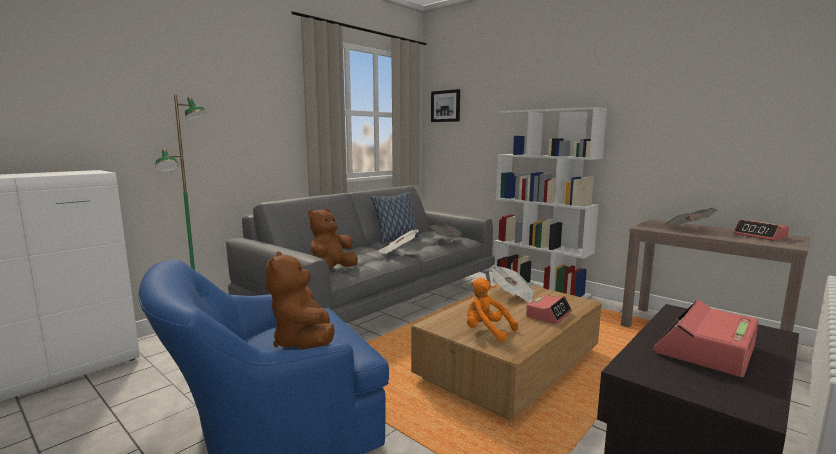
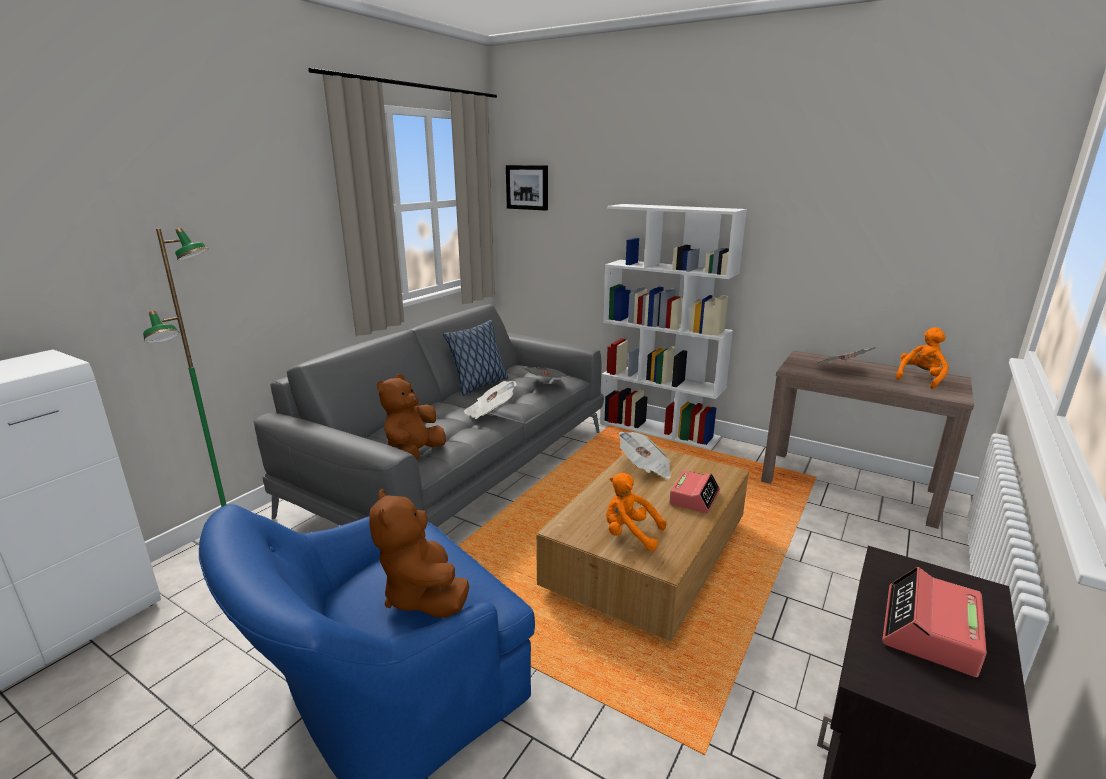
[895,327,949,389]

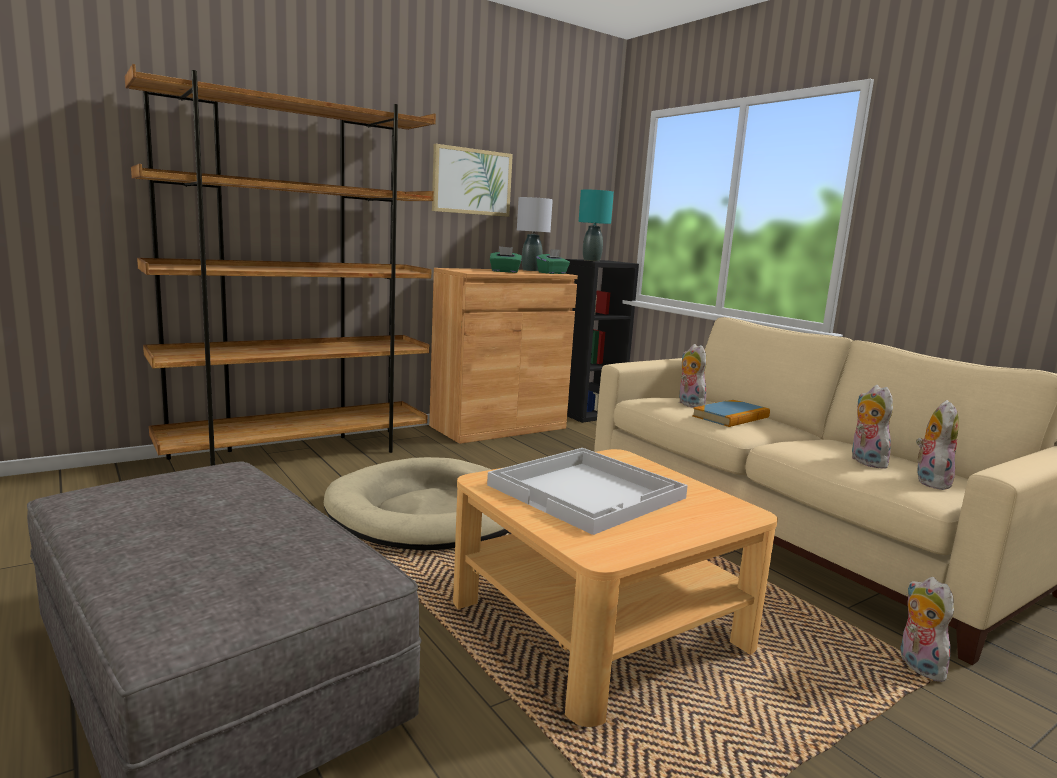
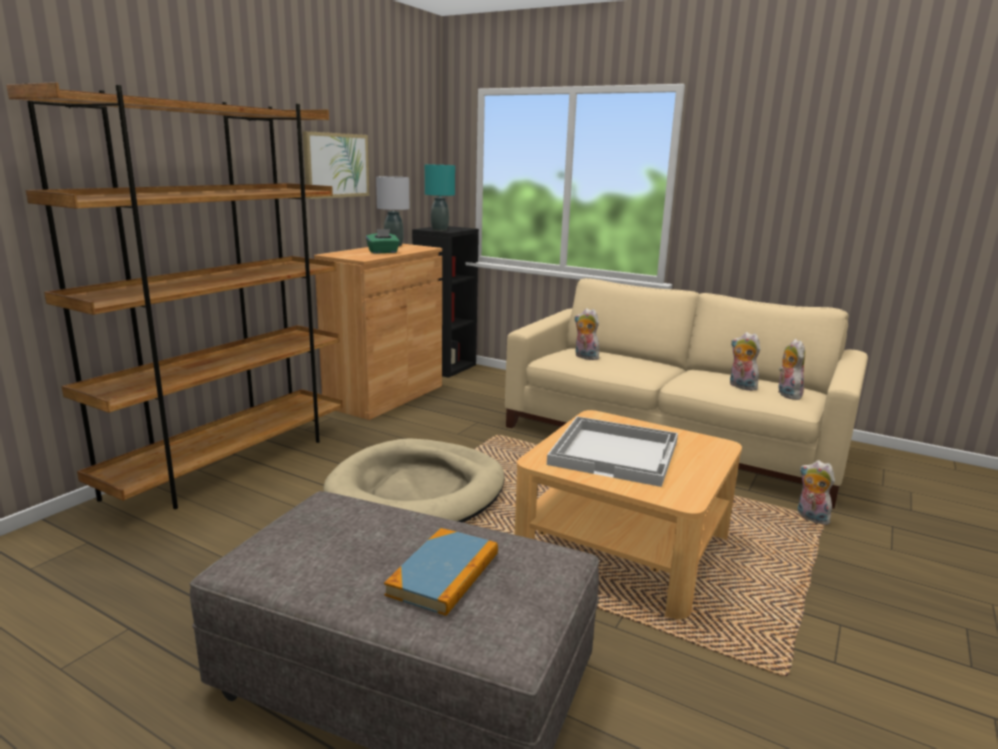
[536,249,570,274] (first image)
[384,528,498,616]

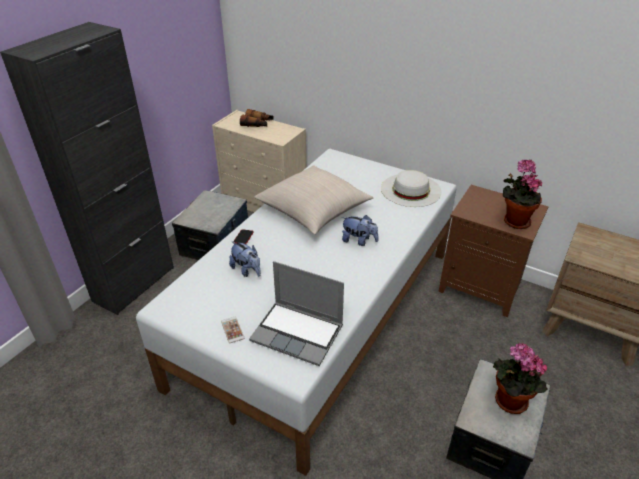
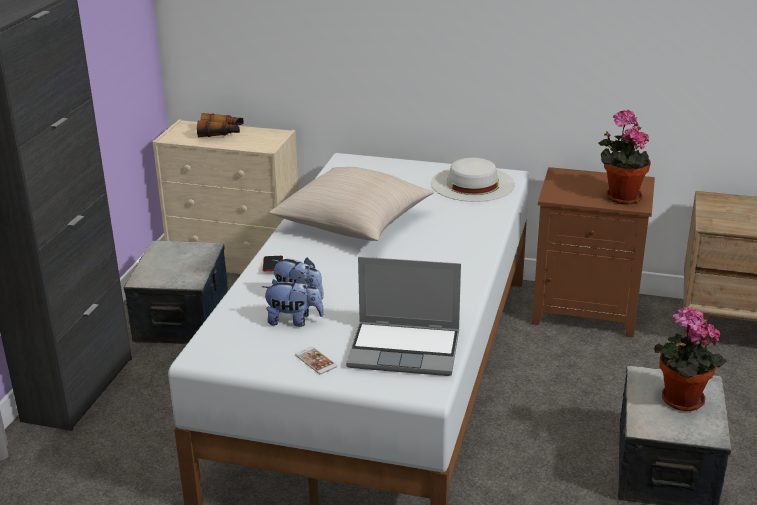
[262,277,324,327]

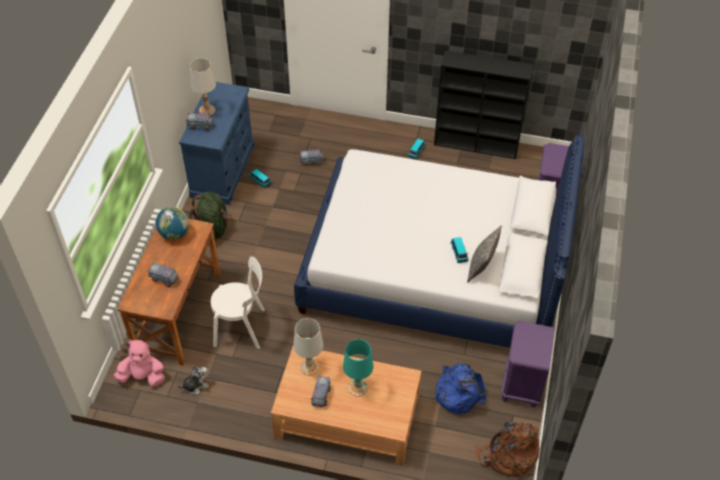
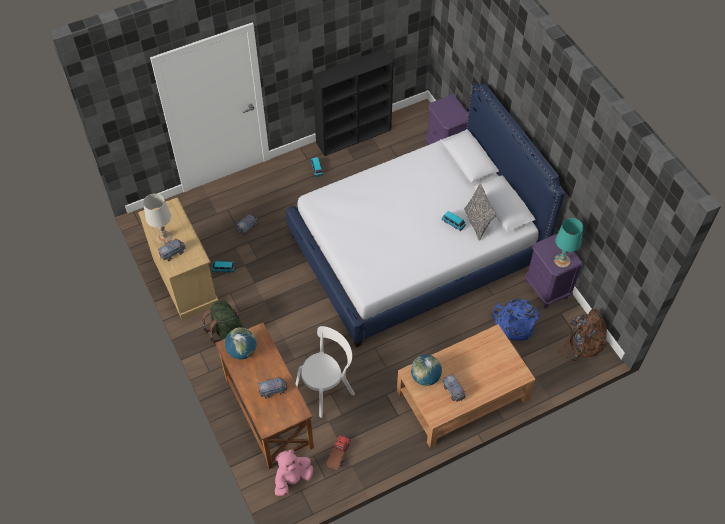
[138,198,219,320]
[411,355,442,386]
[554,218,583,268]
[325,435,350,470]

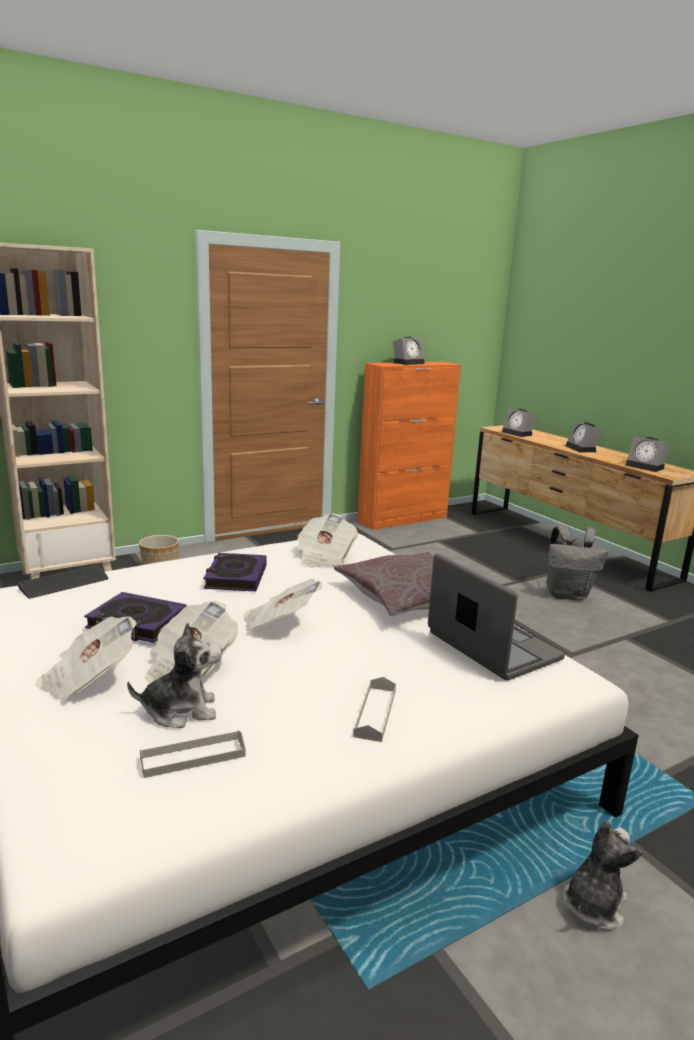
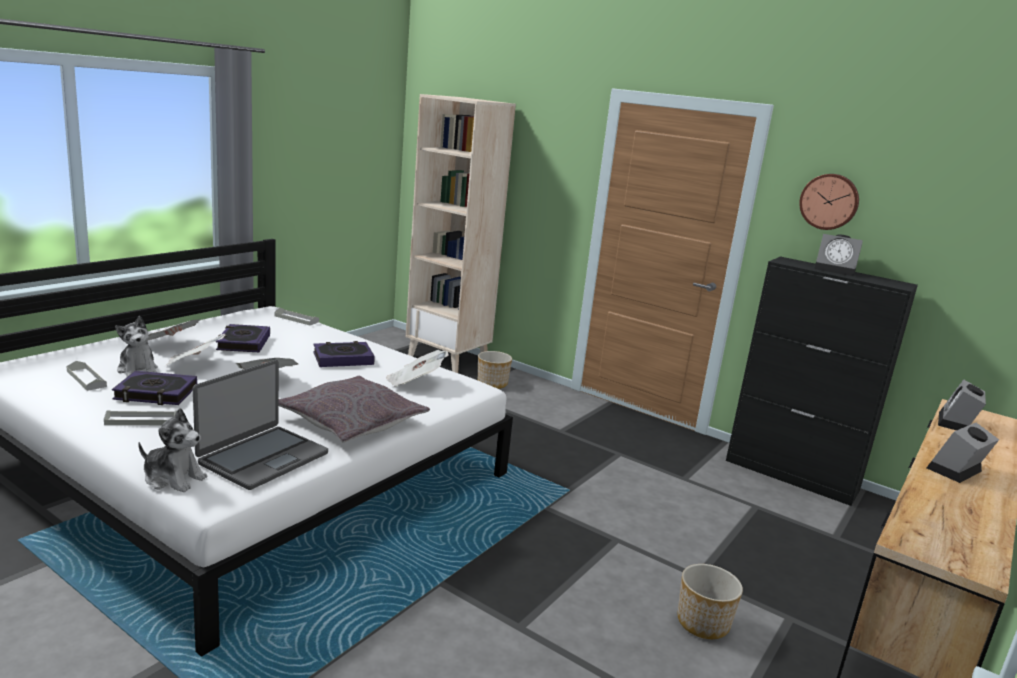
[726,256,918,506]
[625,436,670,472] (first image)
[678,564,743,639]
[274,307,319,325]
[138,408,207,492]
[799,174,859,230]
[112,371,197,405]

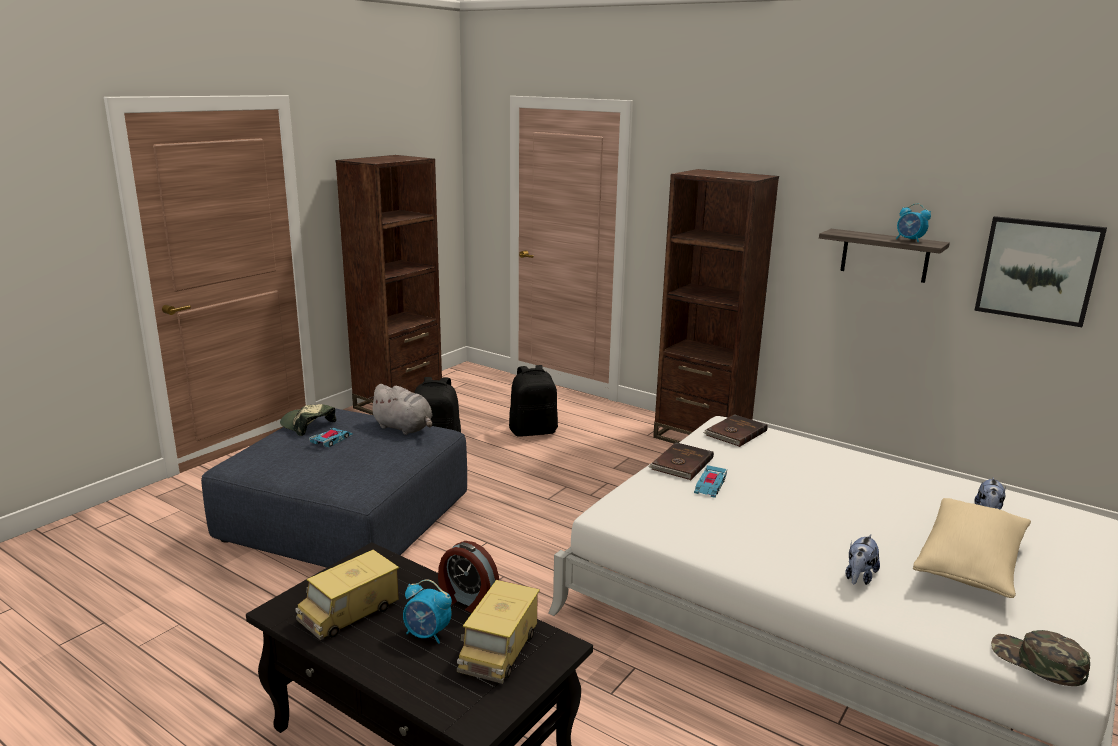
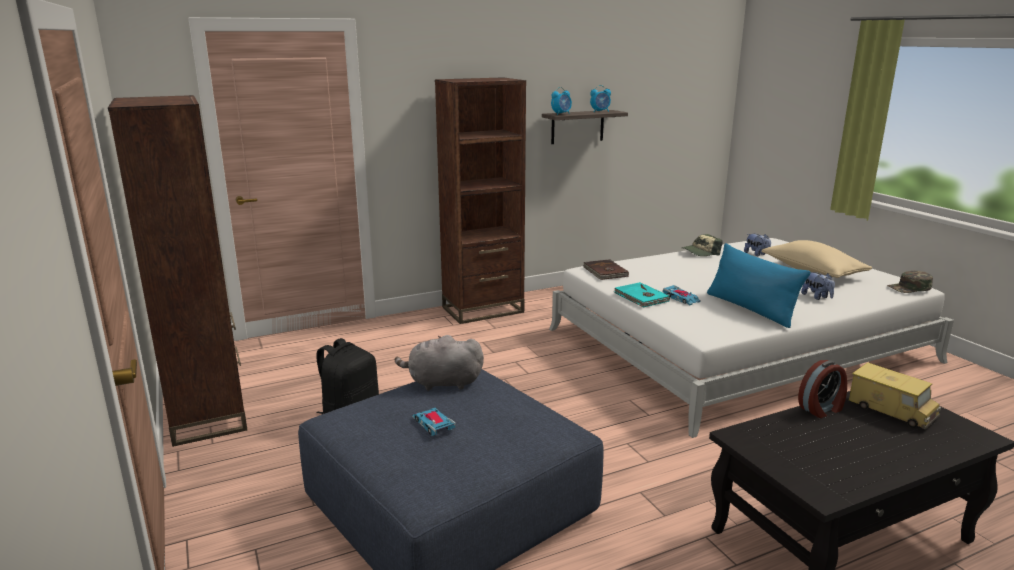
[974,216,1107,327] (first image)
[509,365,558,437] (first image)
[395,335,484,391]
[682,234,722,256]
[614,282,670,307]
[295,550,399,640] (first image)
[551,87,572,115]
[707,243,811,328]

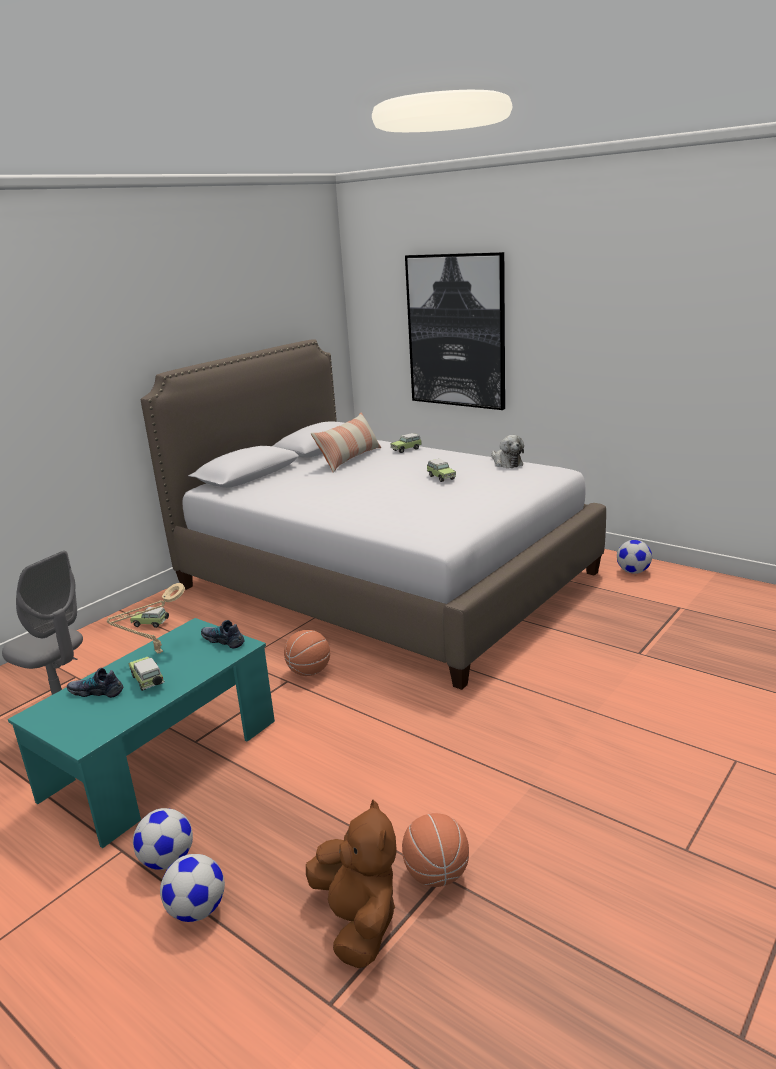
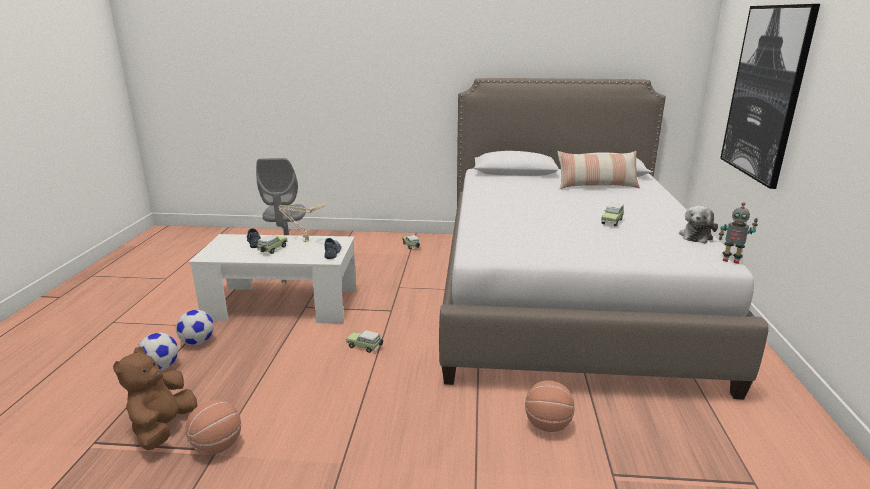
[346,330,383,353]
[617,540,652,574] (first image)
[189,234,356,324]
[525,381,575,432]
[113,346,197,450]
[719,202,758,264]

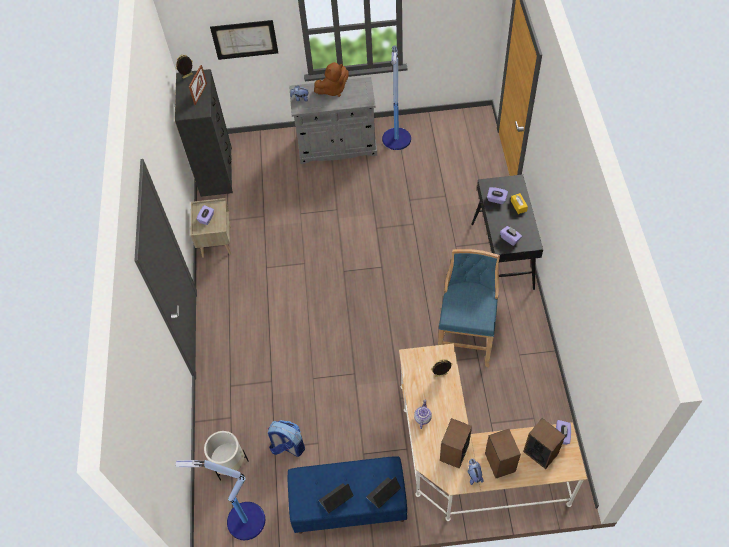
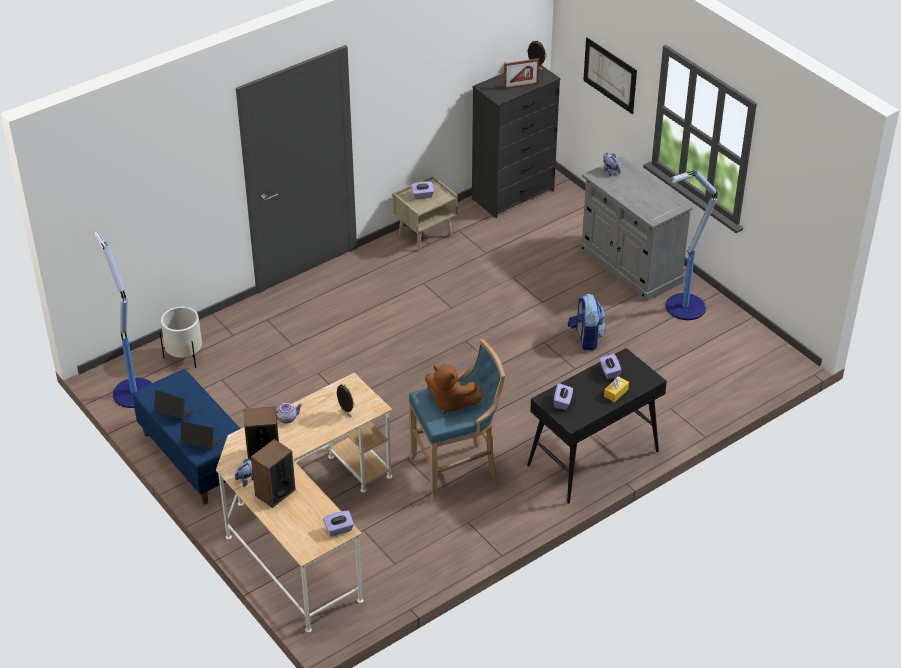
[425,364,483,414]
[523,418,565,469] (first image)
[568,294,606,351]

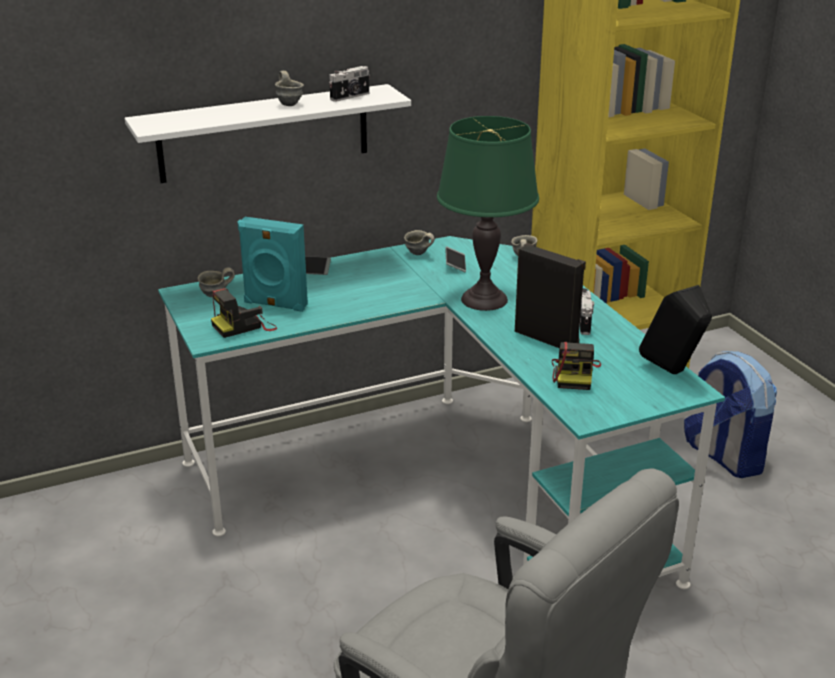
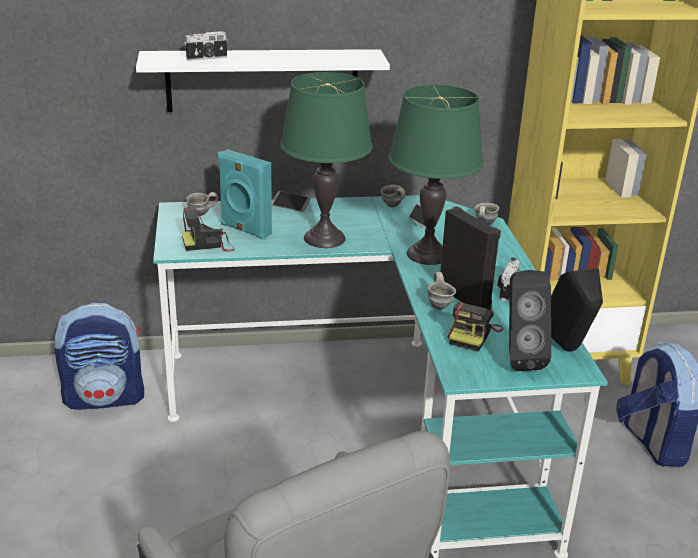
[184,31,228,61]
[428,272,456,310]
[280,72,373,248]
[509,270,551,371]
[55,302,144,410]

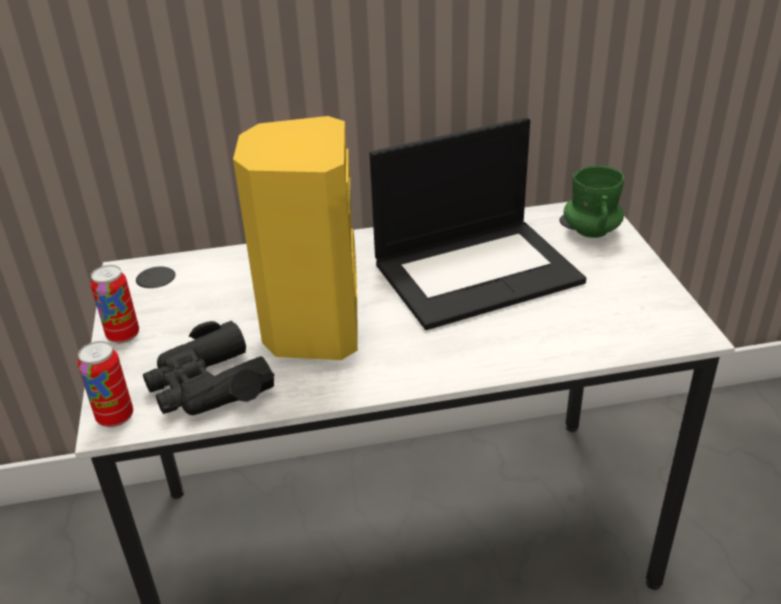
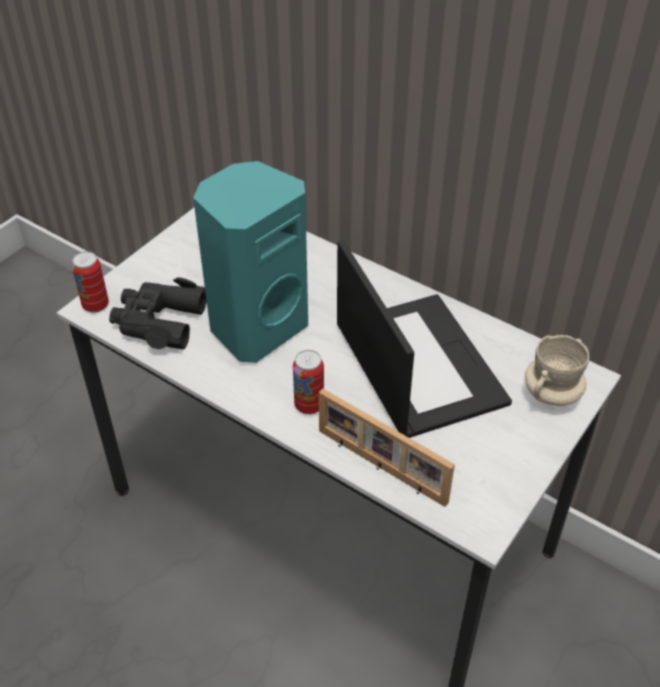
[193,161,308,363]
[337,240,512,438]
[525,335,589,406]
[293,350,324,414]
[319,388,455,507]

